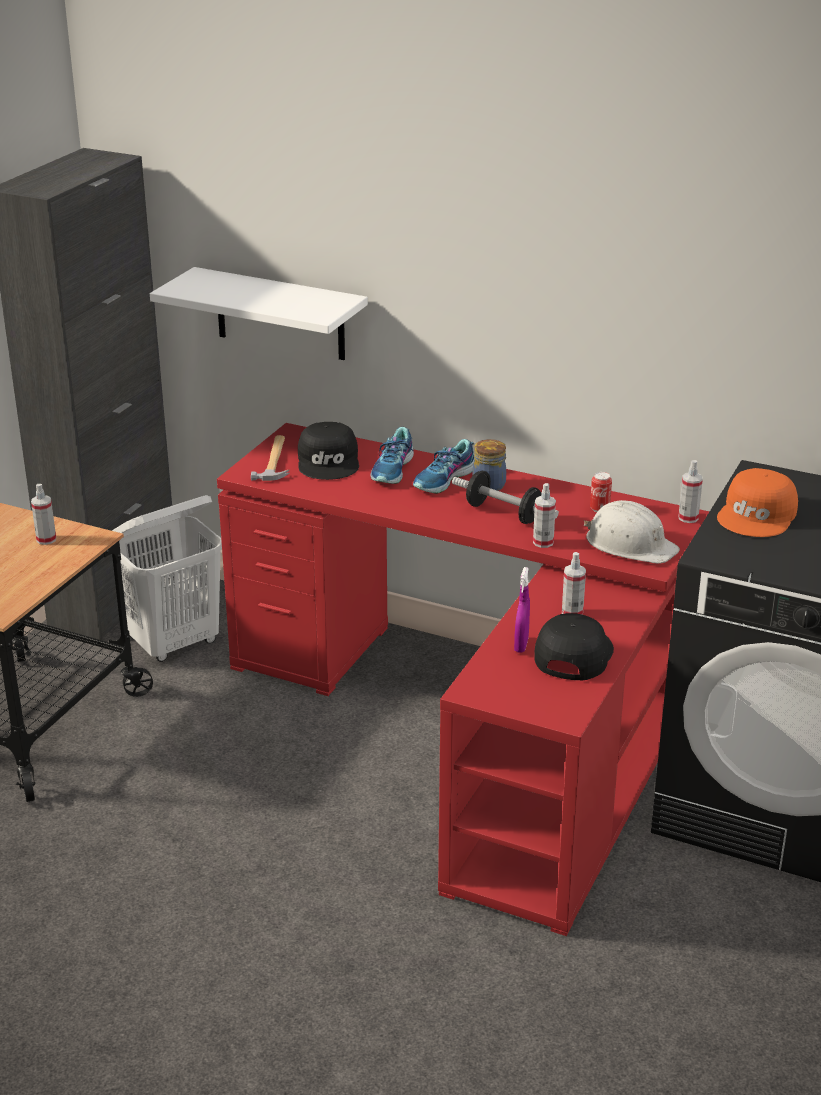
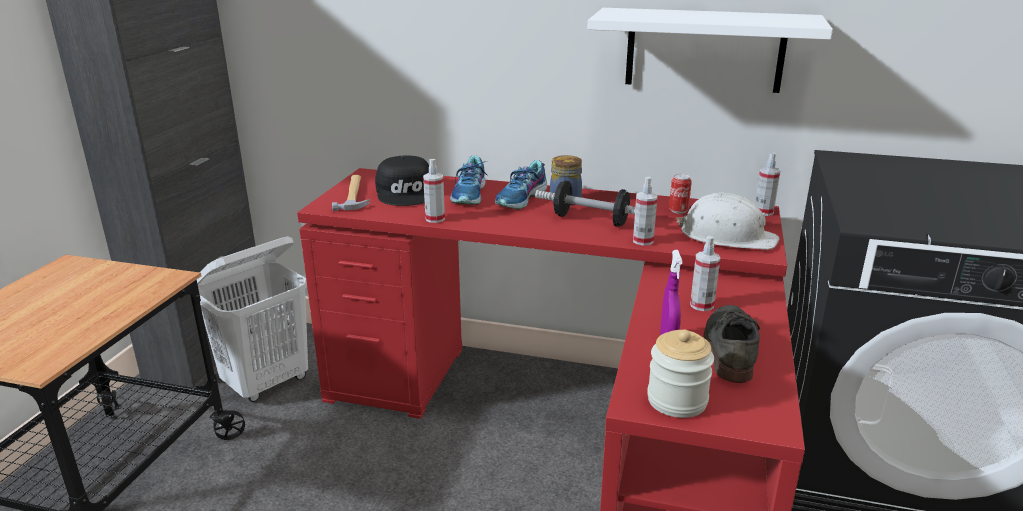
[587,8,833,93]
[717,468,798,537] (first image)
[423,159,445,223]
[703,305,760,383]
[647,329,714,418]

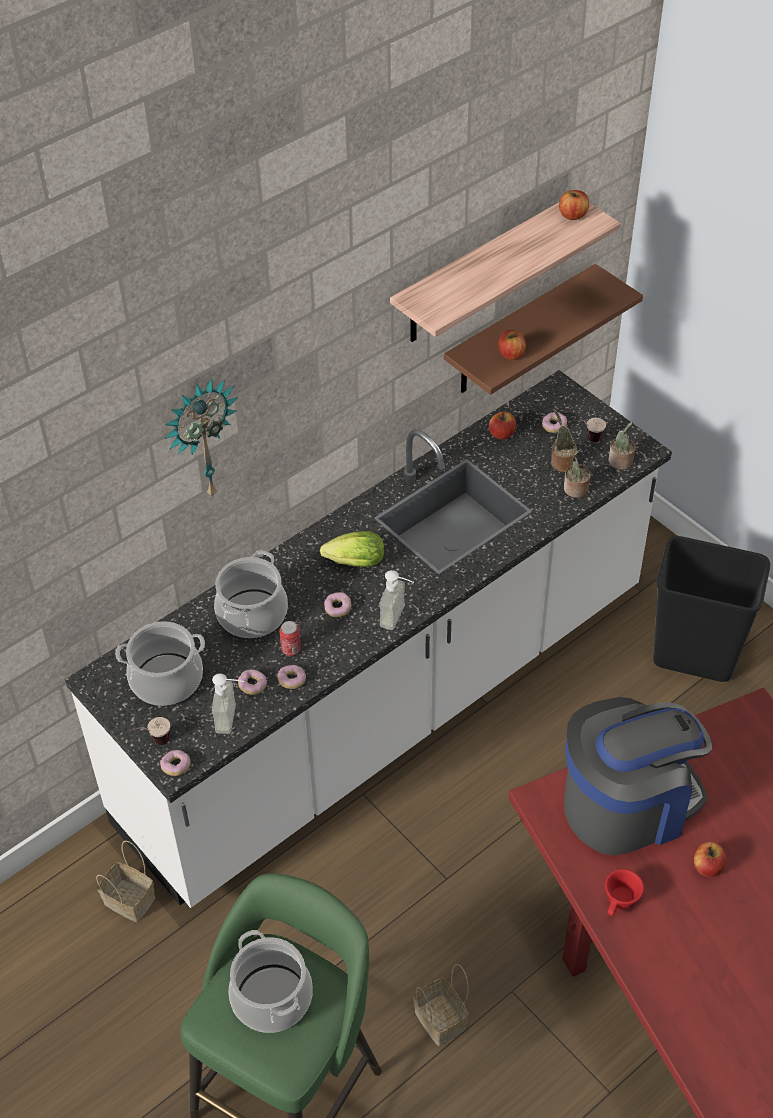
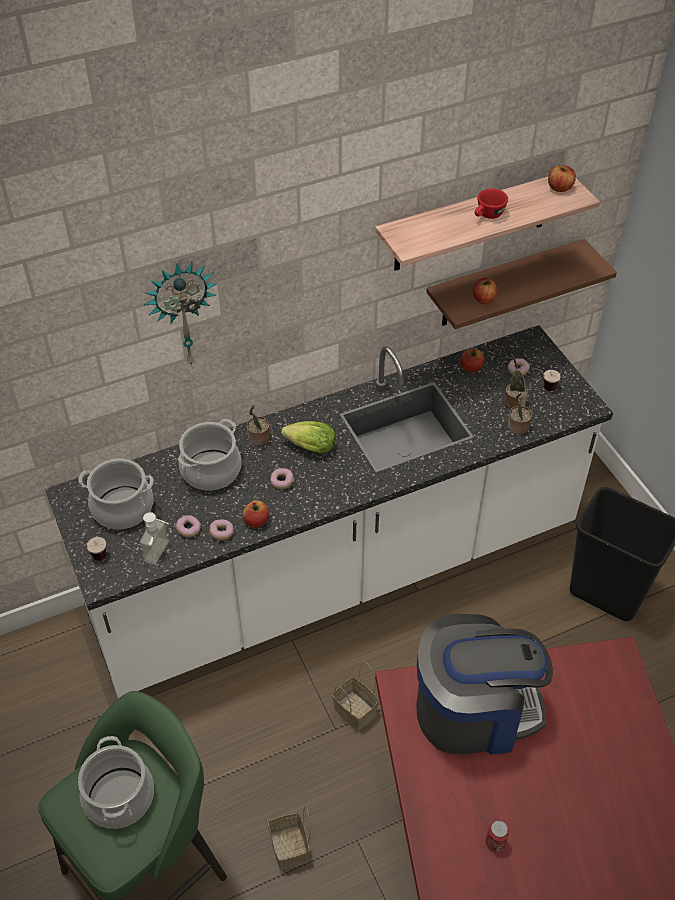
[247,405,270,446]
[379,570,414,630] (first image)
[486,821,509,852]
[160,750,191,776] (first image)
[332,663,379,731]
[243,500,269,528]
[474,188,508,219]

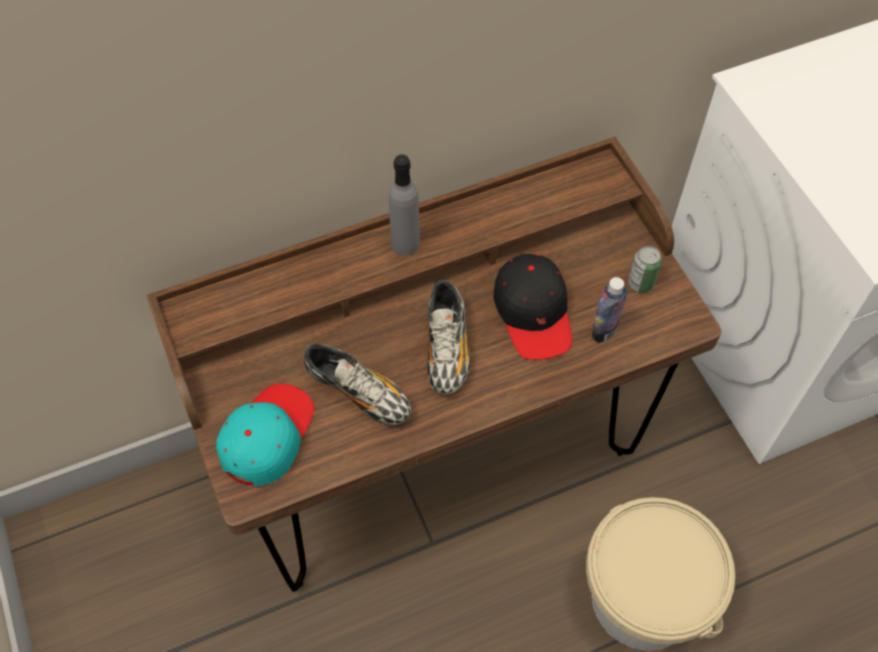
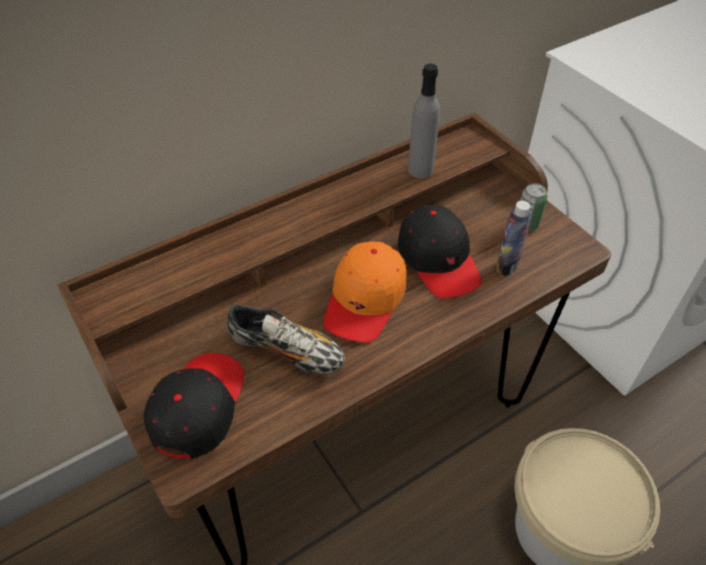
[408,64,440,178]
[324,241,407,343]
[144,353,244,459]

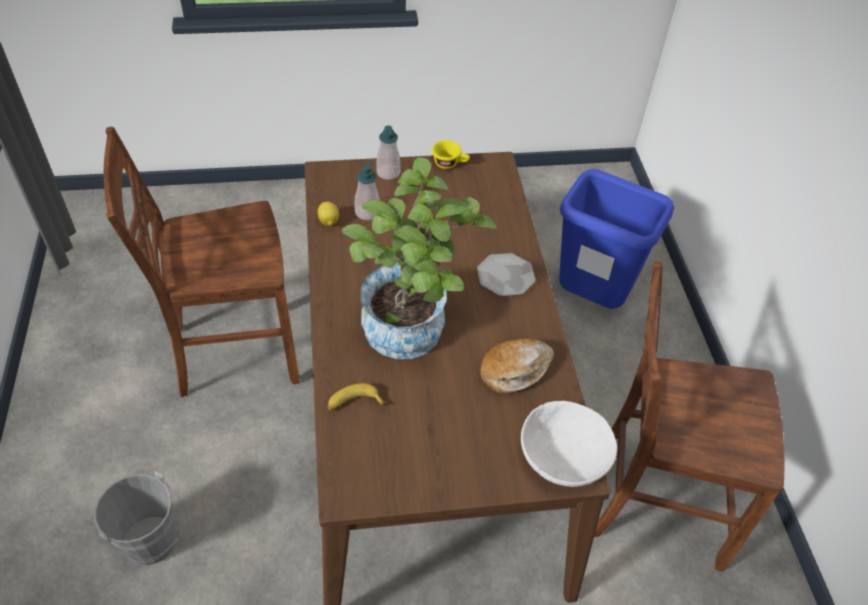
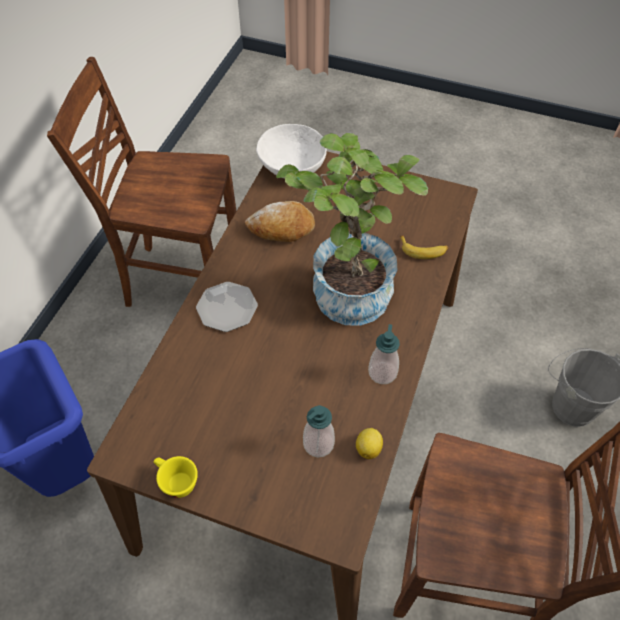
[368,324,400,384]
[47,57,236,307]

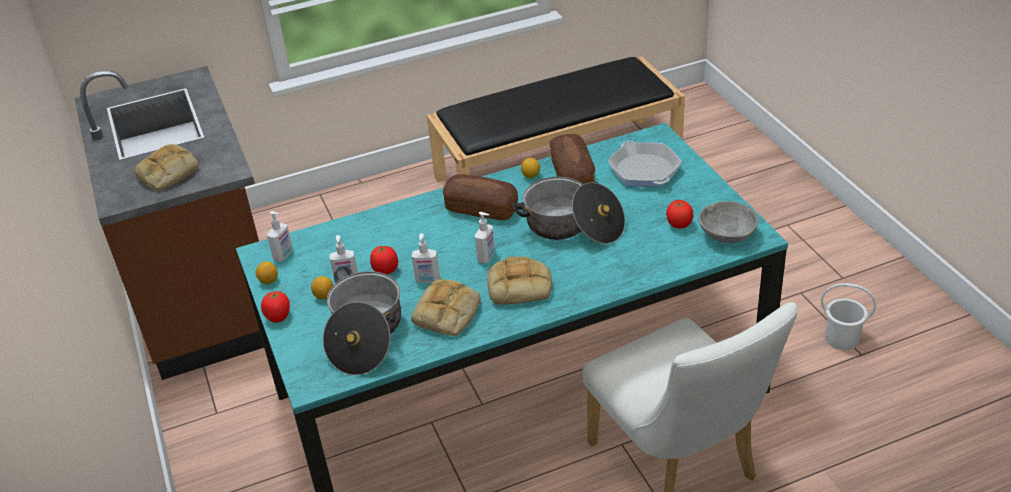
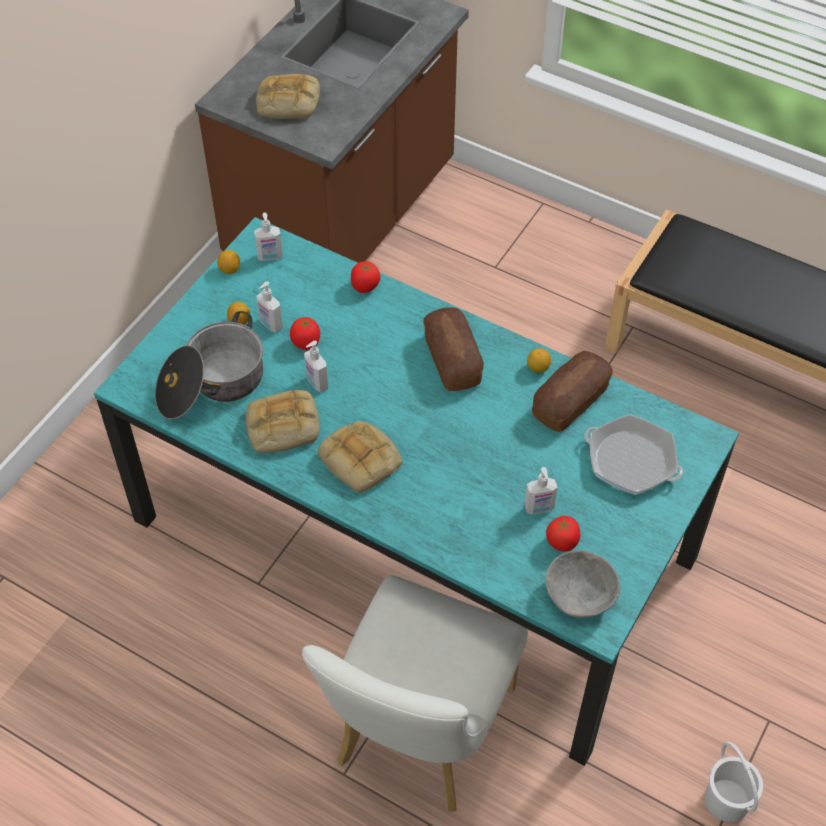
[584,414,683,495]
[511,177,625,244] (first image)
[524,467,557,515]
[351,261,380,293]

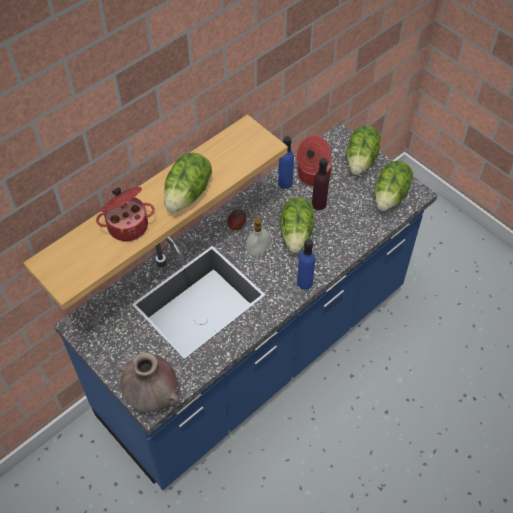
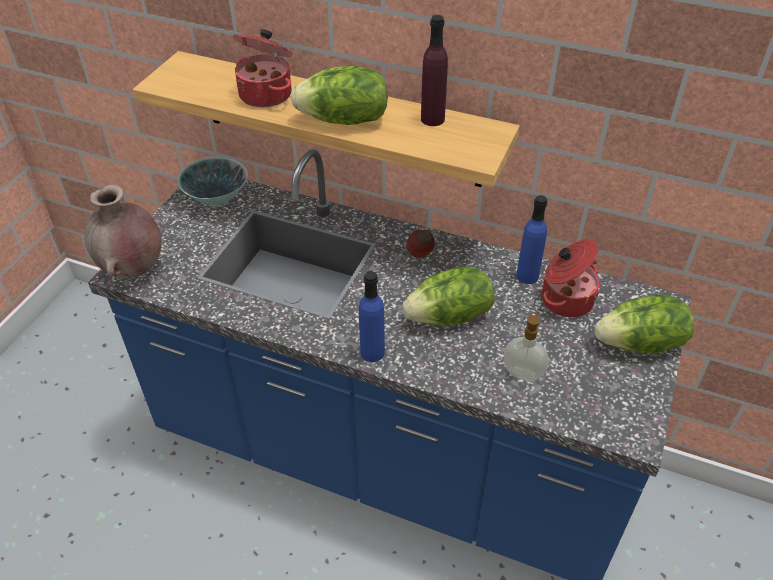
[421,15,448,126]
[375,161,413,211] (first image)
[504,311,549,382]
[178,157,248,207]

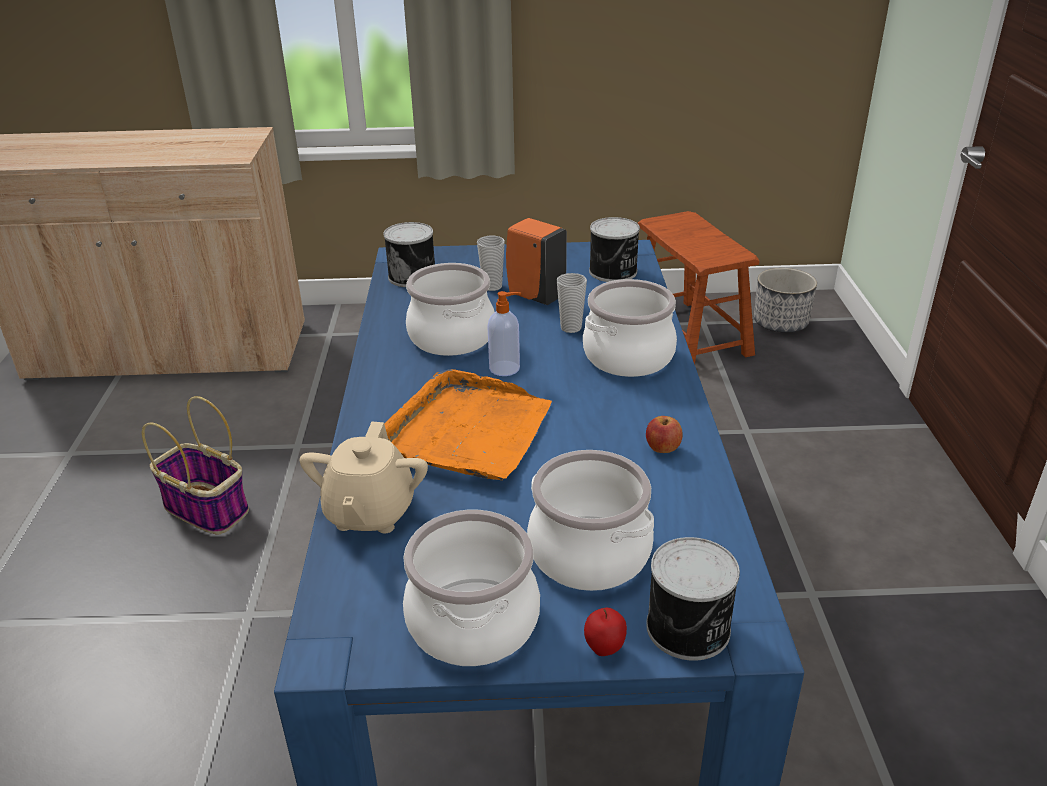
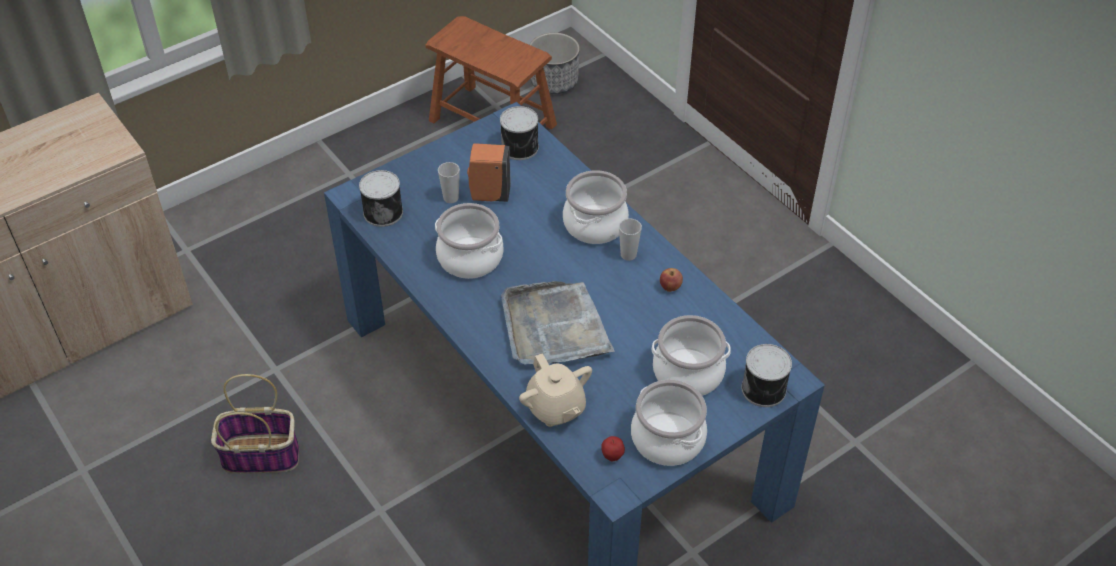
[619,219,642,261]
[487,291,521,376] (first image)
[501,281,615,365]
[601,436,625,462]

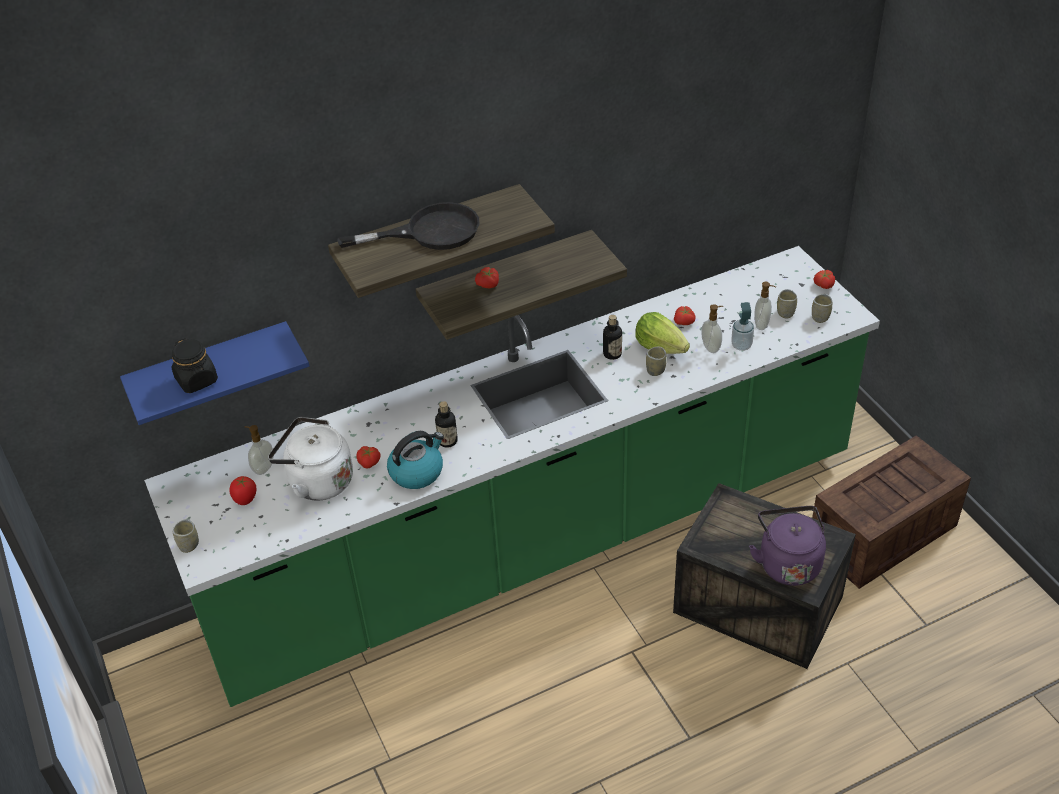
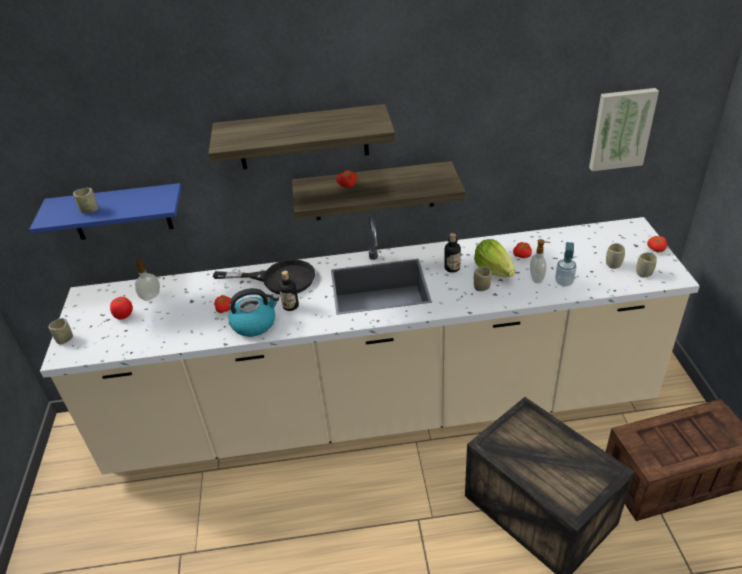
[213,259,315,295]
[40,215,700,475]
[754,282,776,330] (first image)
[73,188,98,214]
[268,417,353,500] (first image)
[749,506,826,586] (first image)
[589,88,659,171]

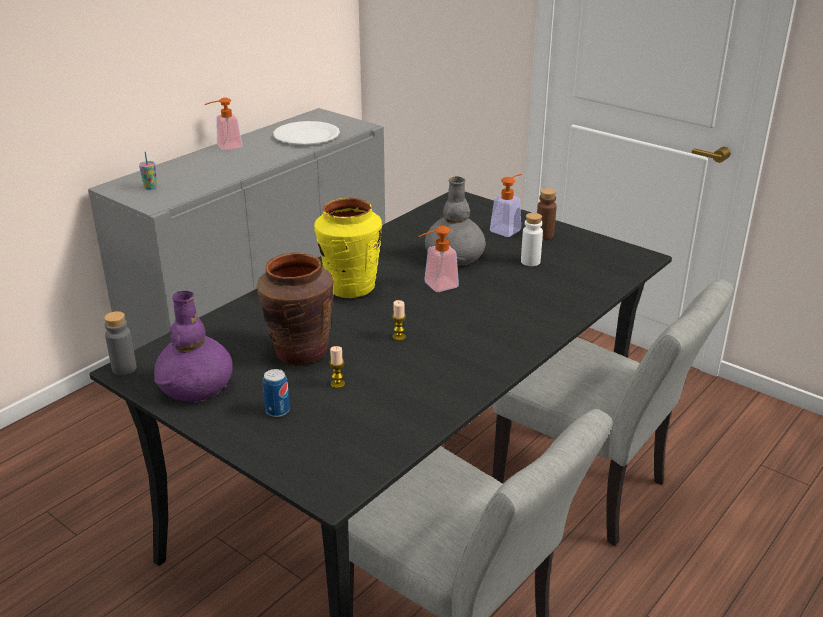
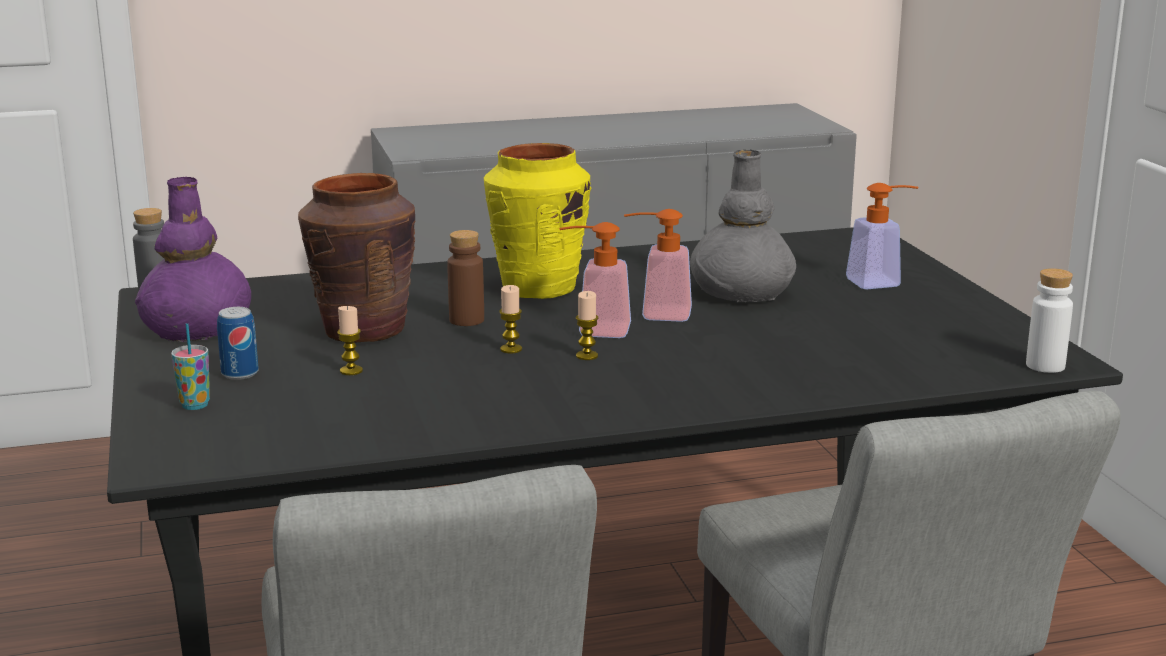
[559,222,631,338]
[273,121,340,145] (first image)
[171,323,210,410]
[447,230,484,326]
[1026,268,1073,373]
[576,291,598,360]

